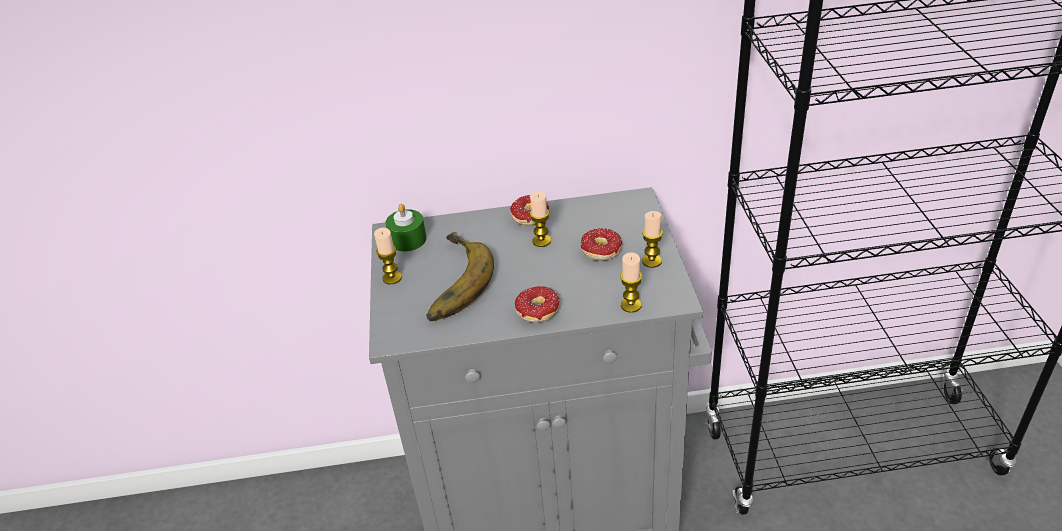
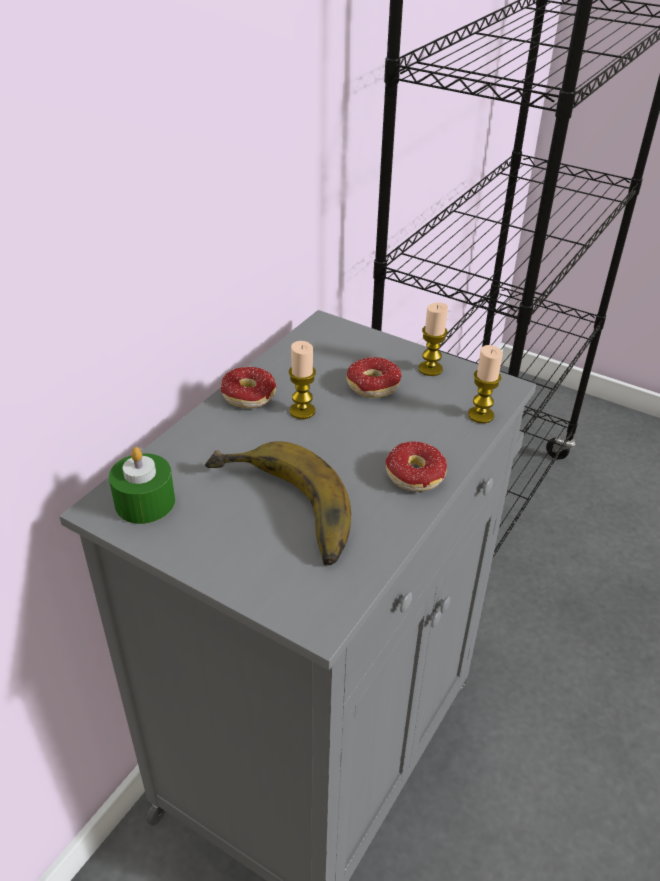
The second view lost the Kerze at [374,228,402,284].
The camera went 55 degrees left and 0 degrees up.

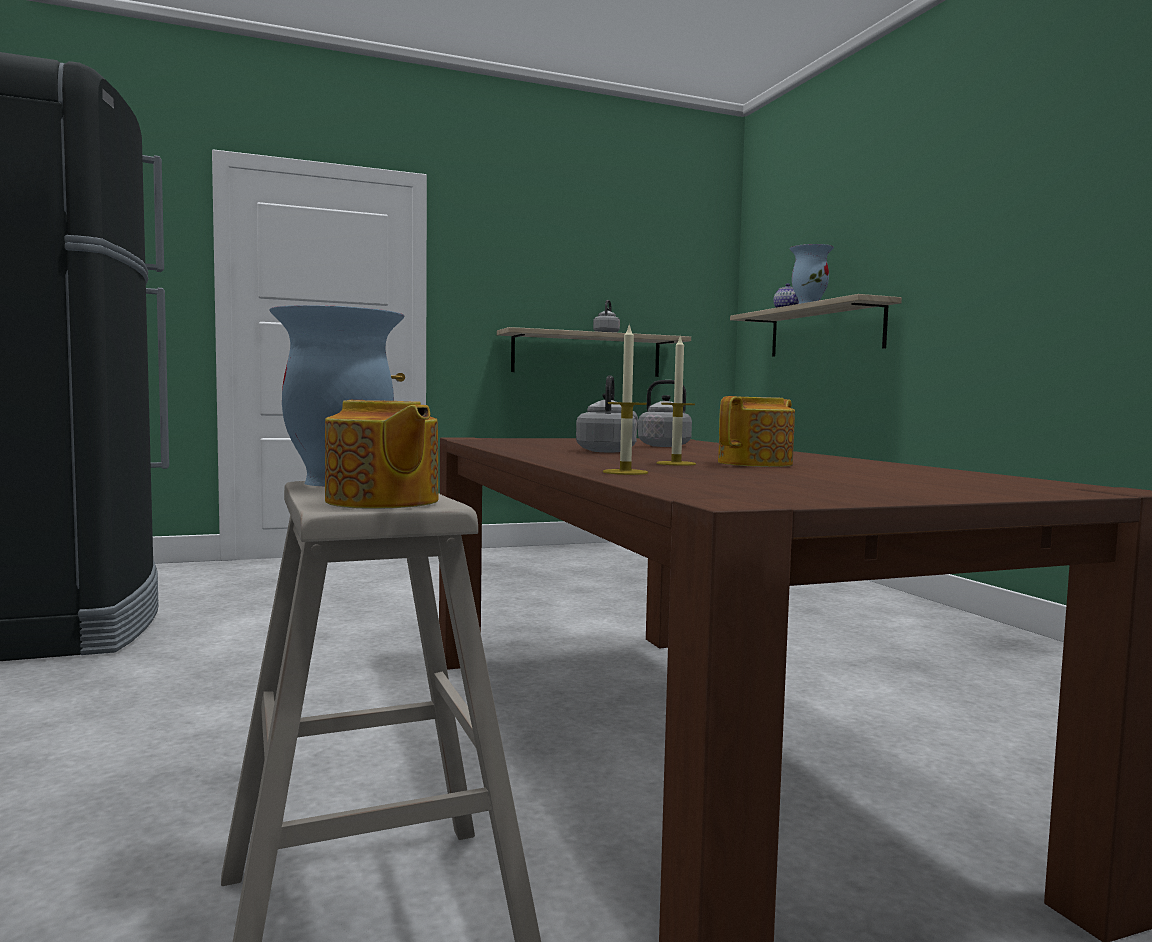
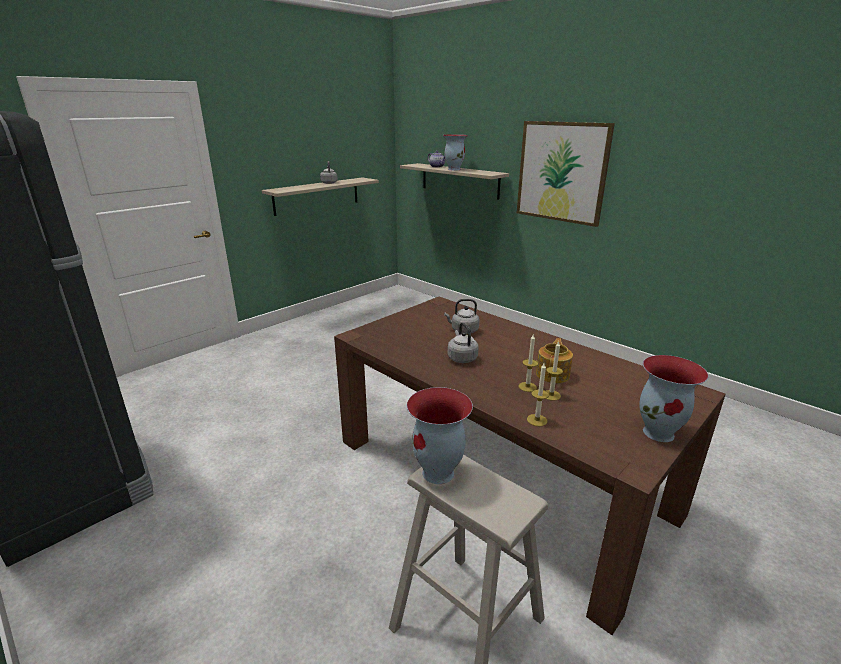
The second view lost the Teekanne at [325,400,439,509].
The second view gained the Bild at [517,121,615,227].
The second view gained the Kerze at [546,341,563,401].
The second view gained the Vase at [639,355,709,442].
The camera went 25 degrees left and 20 degrees up.

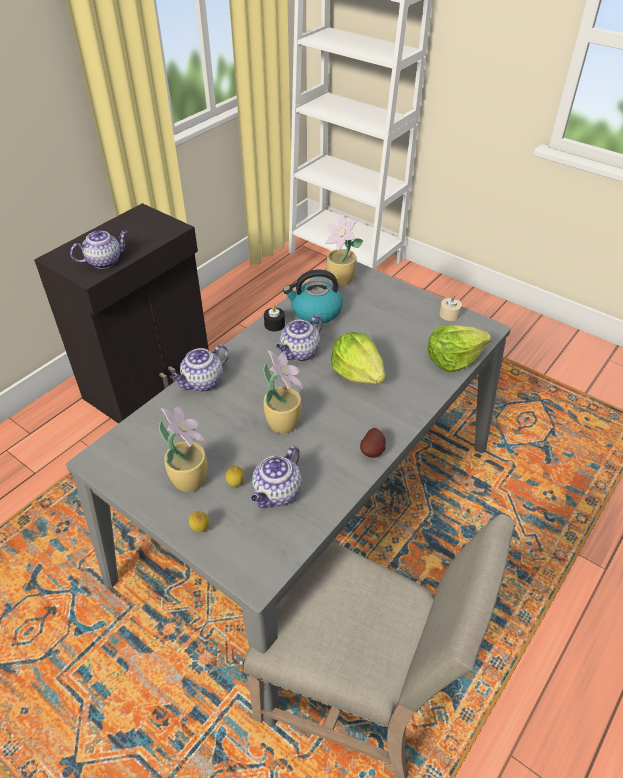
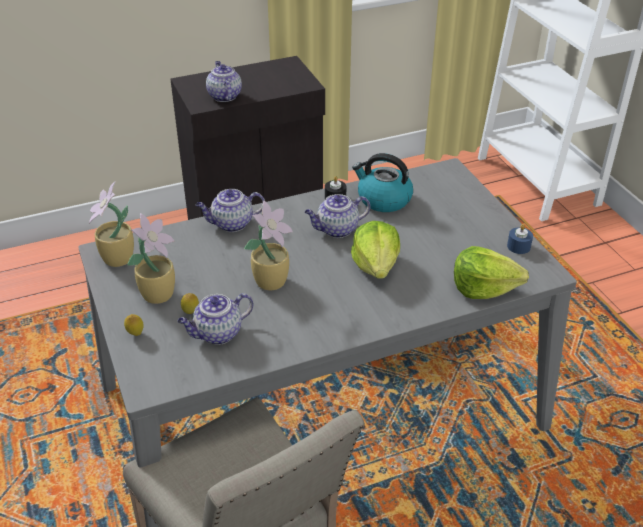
The second view lost the Kartoffel at [360,428,386,458].
The Topfpflanze ended up elsewhere, having gone from [325,213,363,286] to [89,181,134,267].
What was the Kerze (beige) at [439,295,462,321] turned into the Kerze (blau) at [507,224,533,254].
The Teekanne at [70,230,128,269] ended up facing another way, 105 degrees counterclockwise from before.
The camera went 30 degrees right and 5 degrees down.

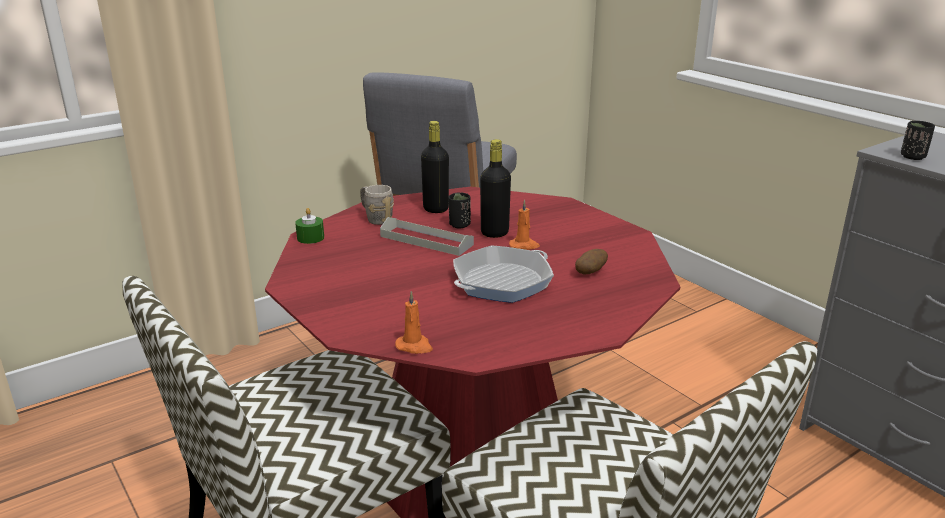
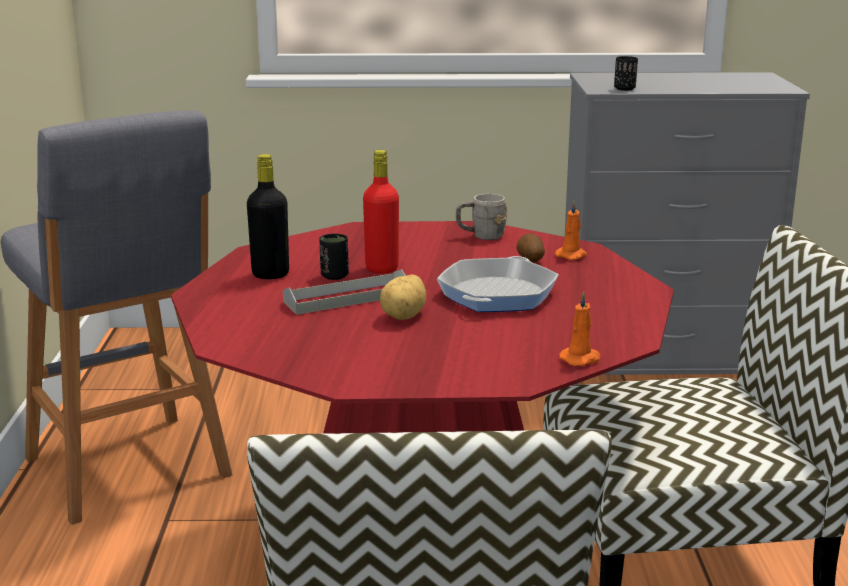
The second view lost the Kerze (grün) at [295,208,324,244].
The second view gained the Kartoffel at [380,275,426,320].
The Henkelbecher (grau) ended up elsewhere, having gone from [360,185,394,225] to [456,194,507,240].
The Kerze (orange) ended up elsewhere, having gone from [509,200,540,250] to [555,201,587,260].
What was the Flasche (schwarz) at [480,139,511,238] turned into the Flasche (rot) at [363,150,399,274].
The Pfanne at [453,245,554,303] ended up facing another way, 150 degrees counterclockwise from before.
The camera went 55 degrees left and 5 degrees down.

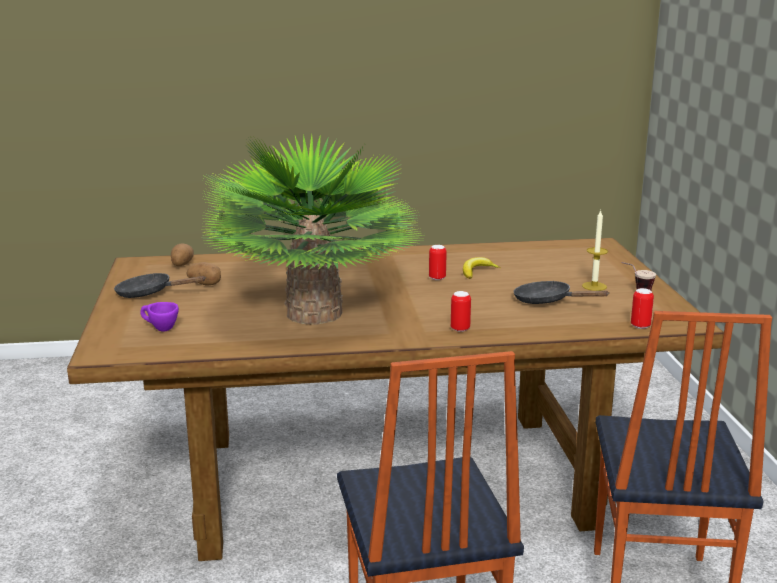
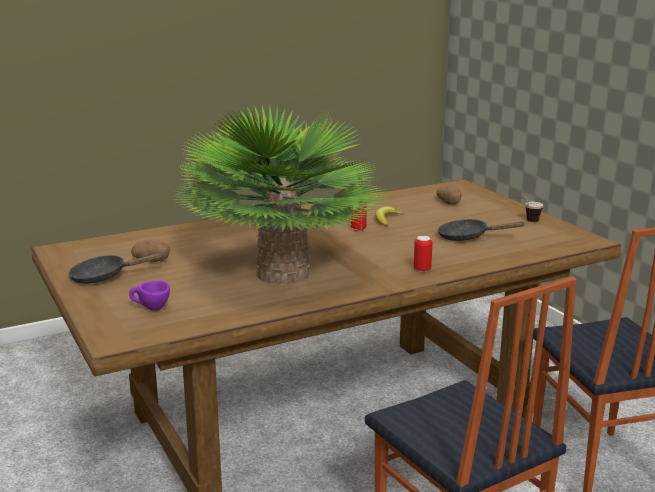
The second view lost the Kerze at [582,210,608,291].
The second view lost the Dose at [631,288,654,329].
The Kartoffel ended up elsewhere, having gone from [171,243,194,266] to [436,185,461,205].
The camera went 20 degrees left and 0 degrees up.

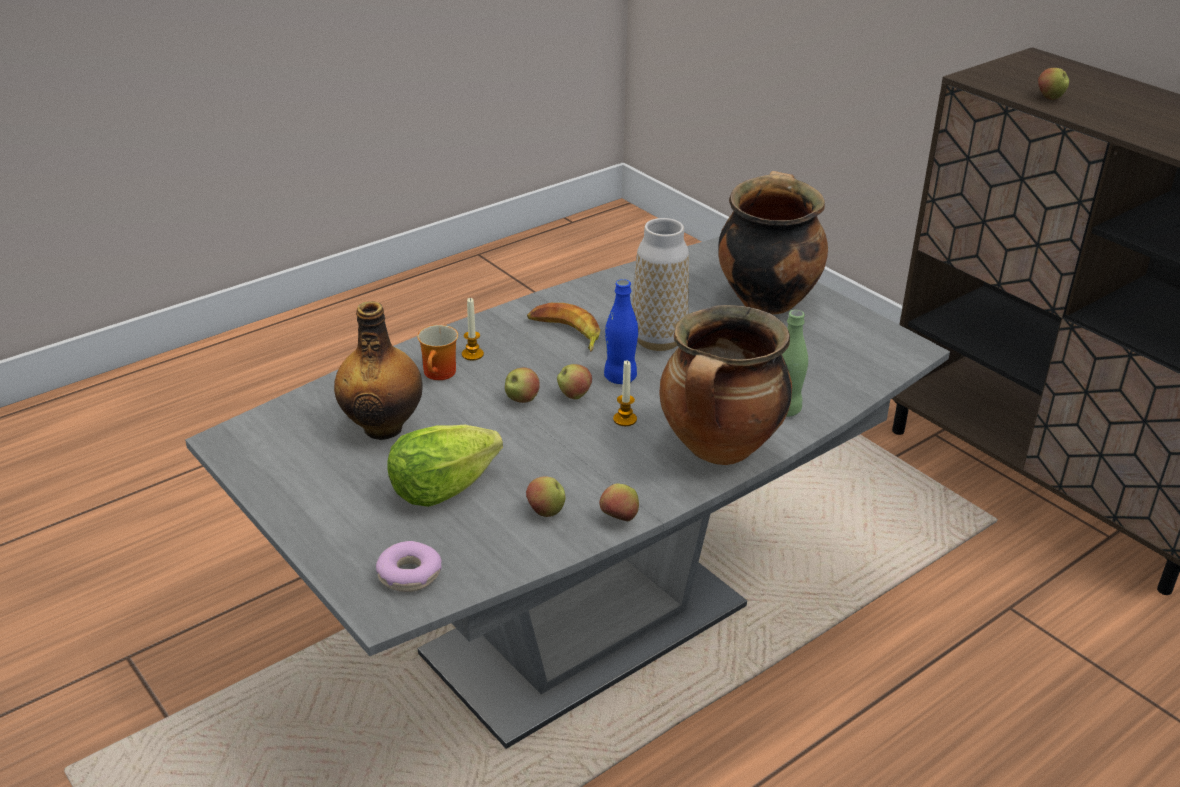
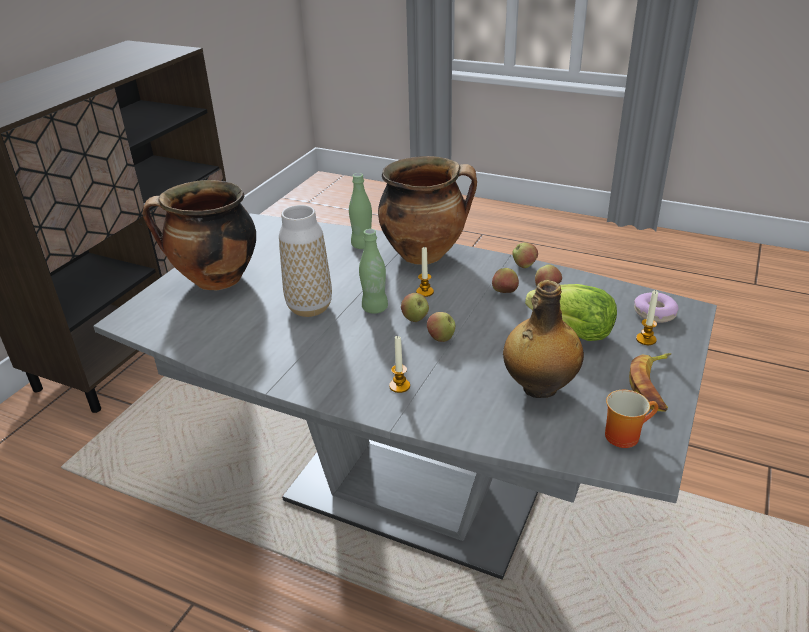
The second view gained the Kerze at [636,290,658,345].
The Henkelbecher ended up elsewhere, having gone from [417,325,458,380] to [605,390,658,448].
The Banane ended up elsewhere, having gone from [527,303,601,352] to [629,353,671,412].
The Apfel ended up elsewhere, having gone from [1038,68,1069,100] to [492,268,519,293].
What was the Flasche (blau) at [604,279,638,384] turned into the Flasche (grün) at [359,229,388,314].
The camera went 115 degrees left and 0 degrees up.

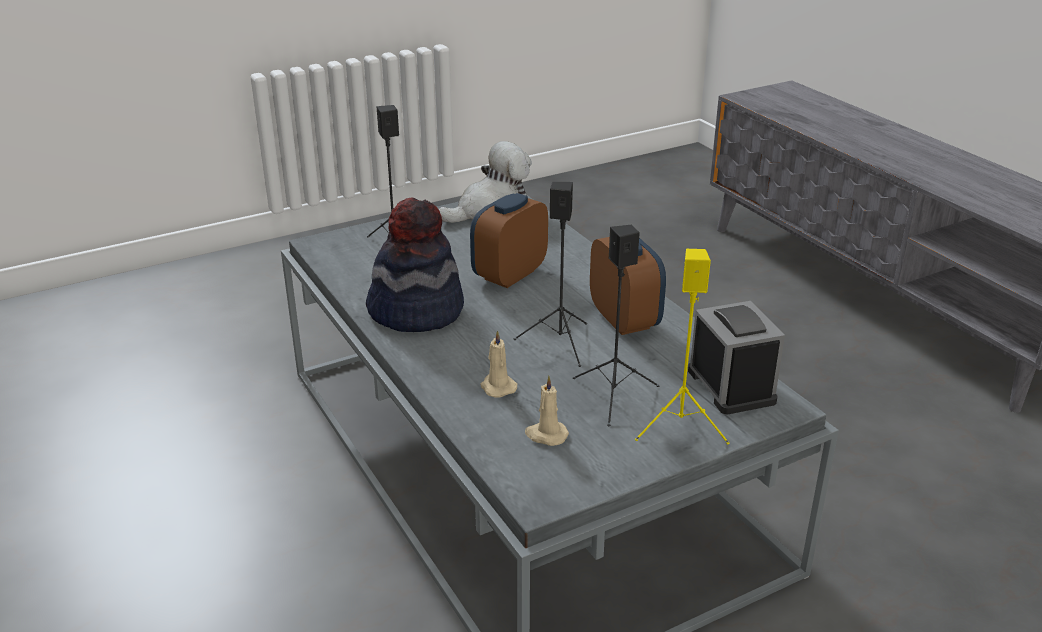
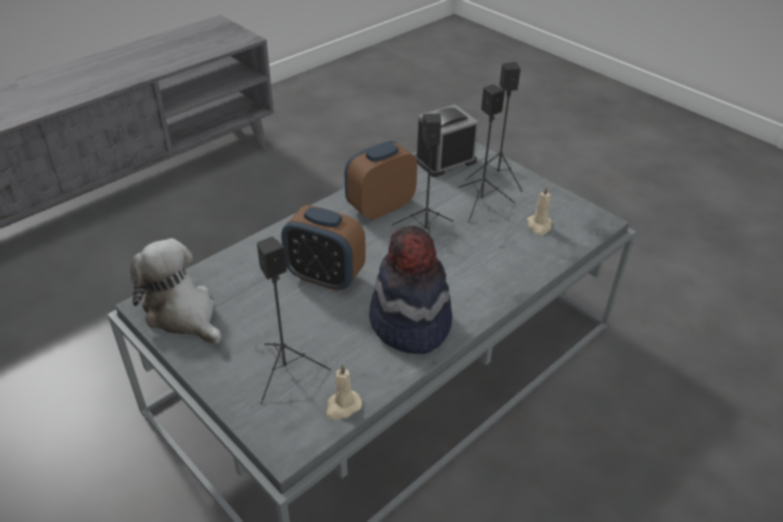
The Kerze (beige) ended up elsewhere, having gone from [480,330,517,398] to [326,364,362,419].
What was the Lautsprecher (gelb) at [635,249,729,444] turned into the Lautsprecher (schwarz) at [466,62,523,192].
The camera went 105 degrees left and 10 degrees up.

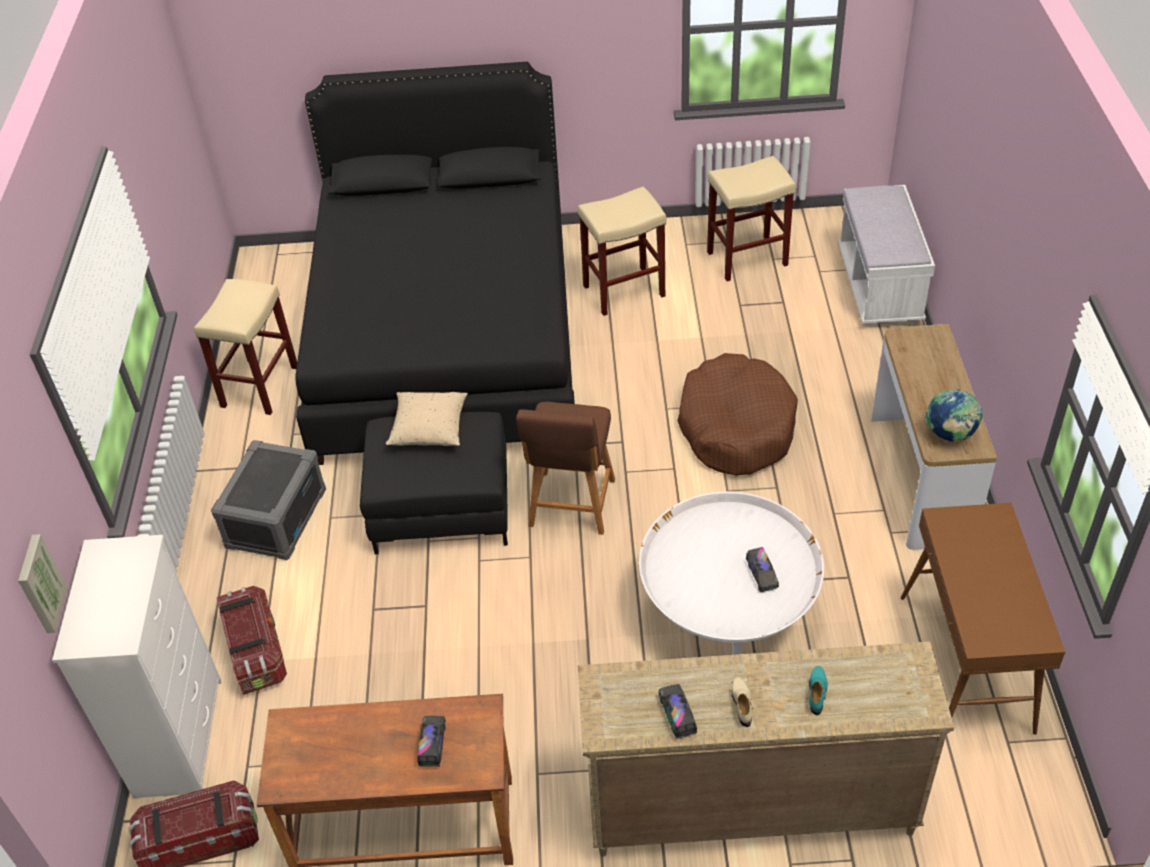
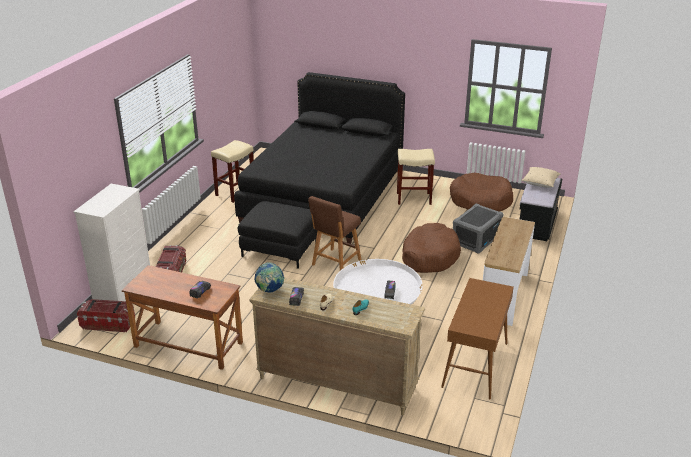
The second view lost the Bild at [18,534,68,633].
The Aufbewahrungsbox (grau) ended up elsewhere, having gone from [211,440,326,560] to [453,203,504,254].
The Kissen (beige) ended up elsewhere, having gone from [386,392,468,446] to [521,167,561,188].
The Globus ended up elsewhere, having gone from [925,389,982,442] to [254,263,285,293].
Where the Hocker (beige) stood at [707,156,796,281], the Hundebett (braun) came to stand at [450,173,513,212].
What was the Bank (weiß) at [838,185,935,325] turned into the Bank (schwarz) at [520,178,562,241].
The camera went 20 degrees right and 15 degrees down.

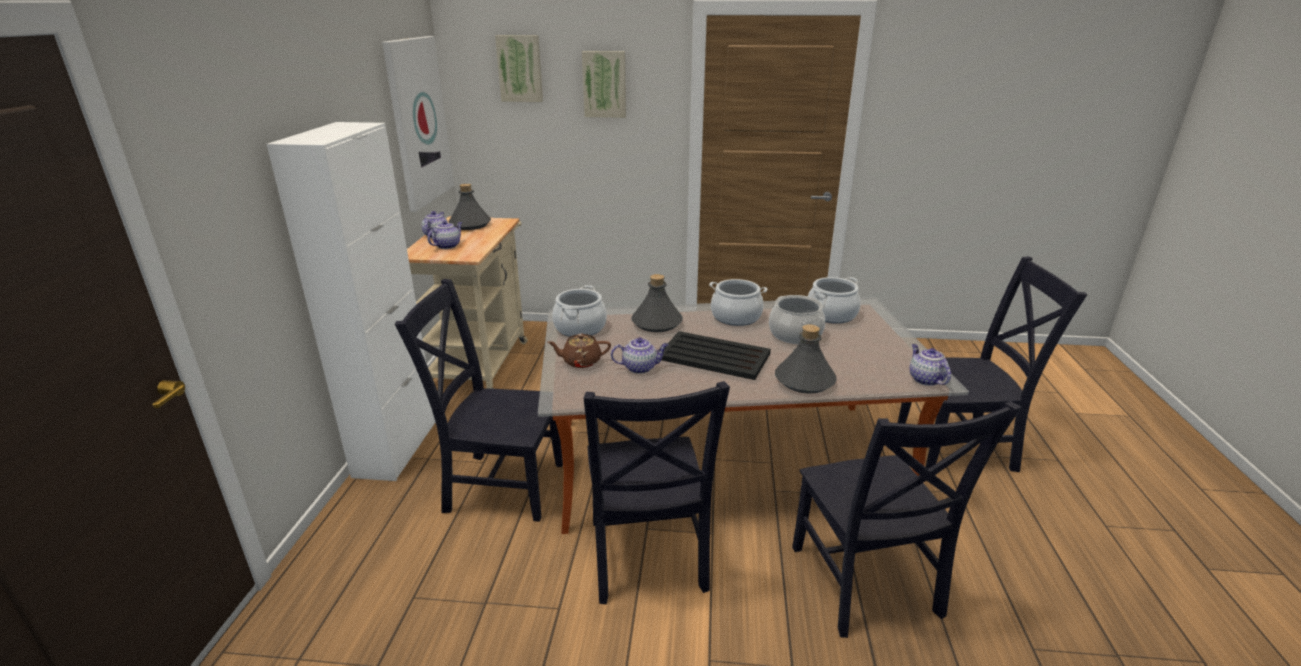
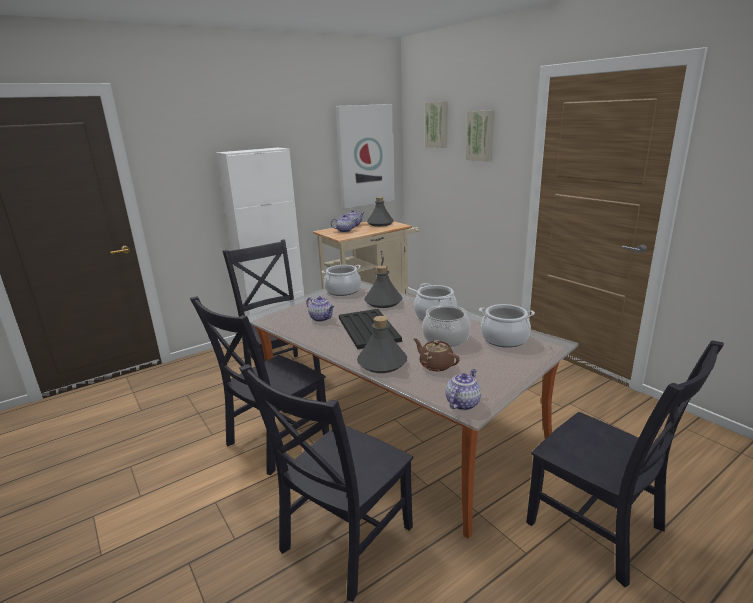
The Teekanne (braun) ended up elsewhere, having gone from [547,333,611,368] to [413,338,460,371].
The camera went 50 degrees right and 5 degrees down.

